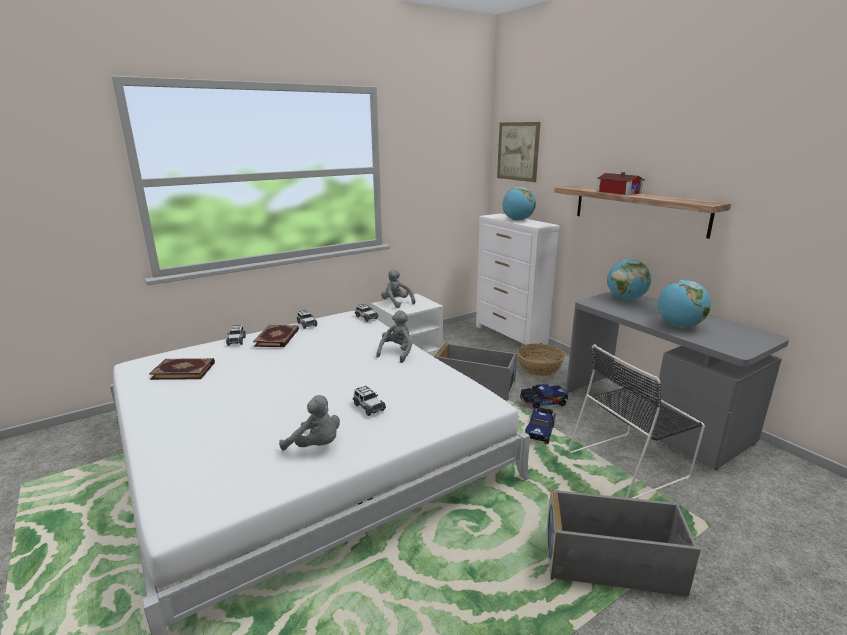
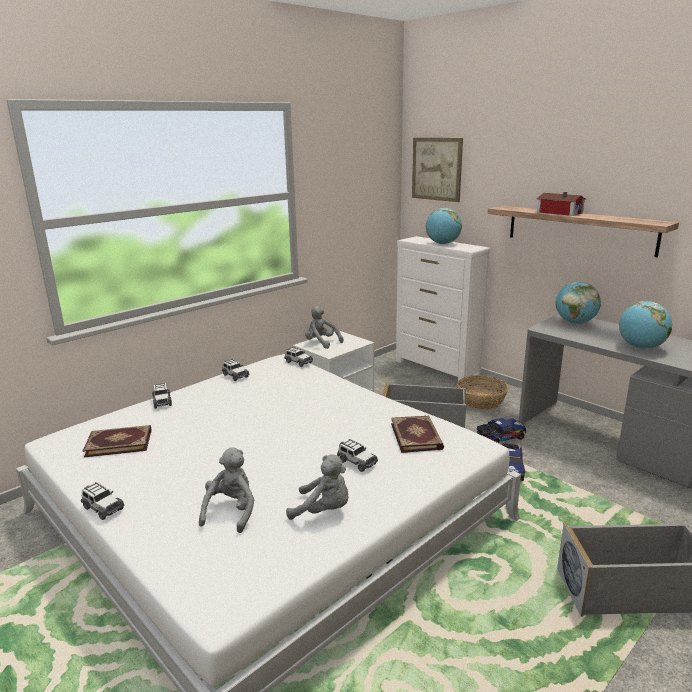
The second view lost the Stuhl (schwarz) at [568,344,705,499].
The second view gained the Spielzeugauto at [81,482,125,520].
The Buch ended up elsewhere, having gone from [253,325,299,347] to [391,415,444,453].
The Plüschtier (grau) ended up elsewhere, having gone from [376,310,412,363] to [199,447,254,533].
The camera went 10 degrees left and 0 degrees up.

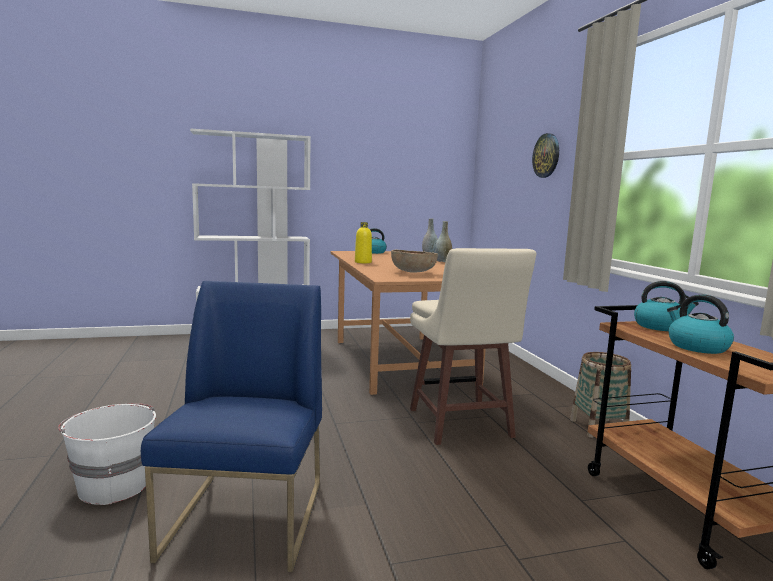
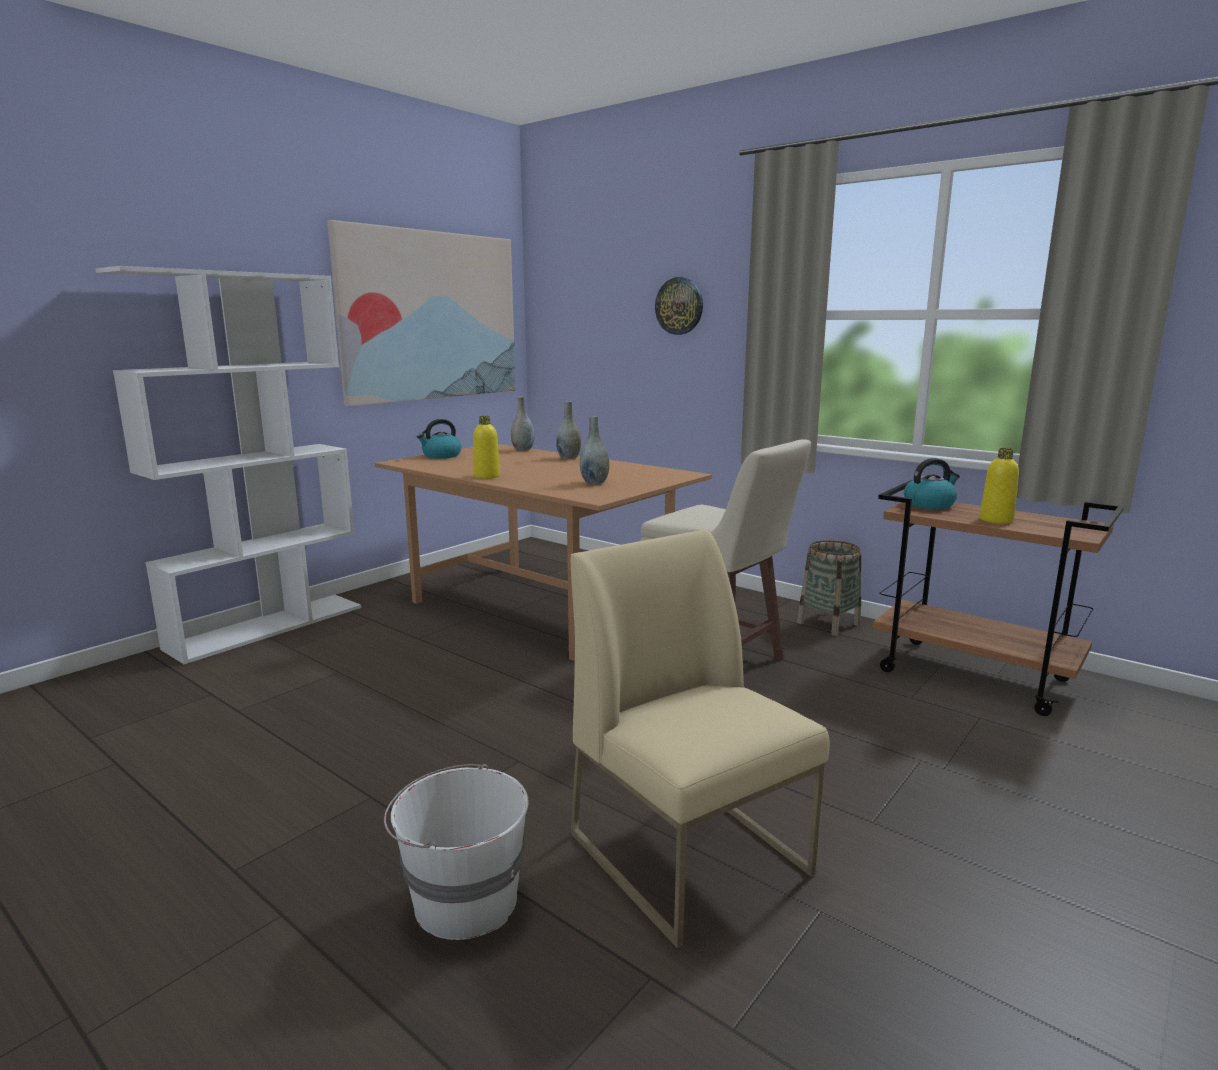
The second view gained the Bild at [327,220,516,406].
Where the Schüssel (braun) stood at [391,250,438,273], the Vase (grau) came to stand at [580,416,609,484].
Where the Wasserkessel stood at [667,294,734,354], the Flasche (gelb) came to stand at [980,448,1019,524].
What was the Stuhl (blau) at [141,281,322,572] turned into the Stuhl (beige) at [571,529,829,948].
The camera went 35 degrees left and 5 degrees up.

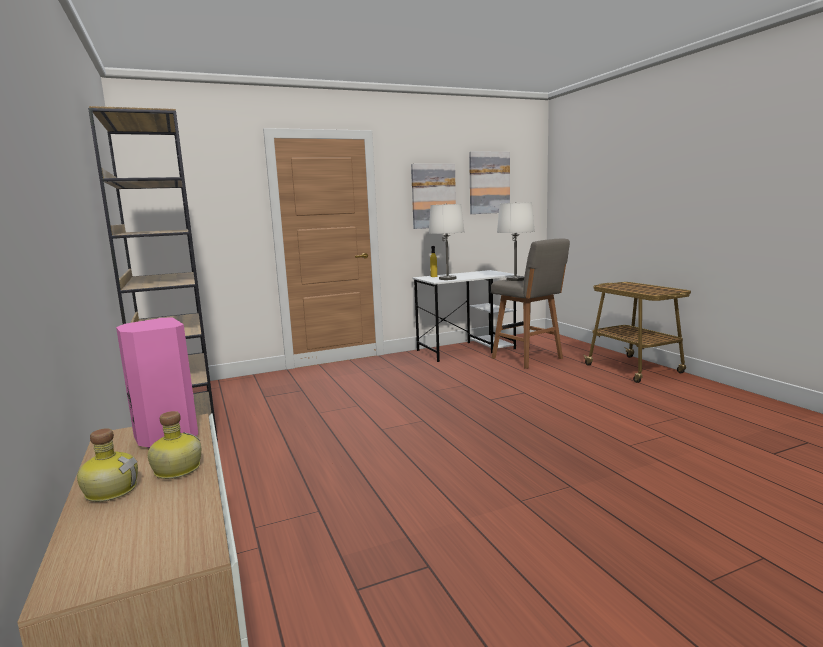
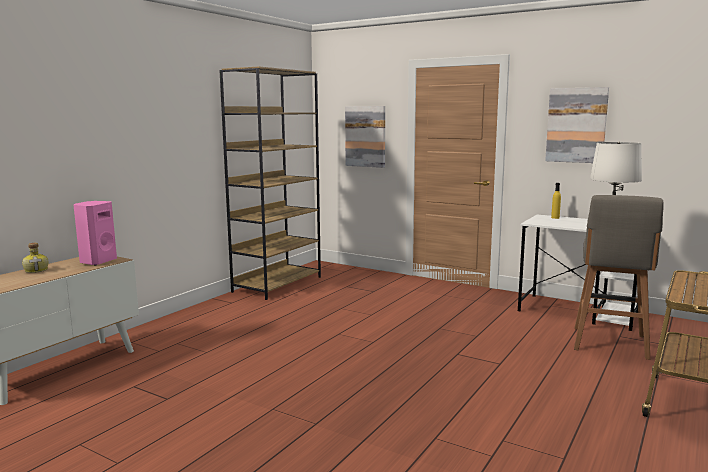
The second view lost the Flasche at [148,411,201,479].
The second view lost the Tischlampe (weiß) at [429,204,464,280].
The Bild ended up elsewhere, having gone from [469,152,510,214] to [345,106,385,168].
The camera went 55 degrees right and 0 degrees up.

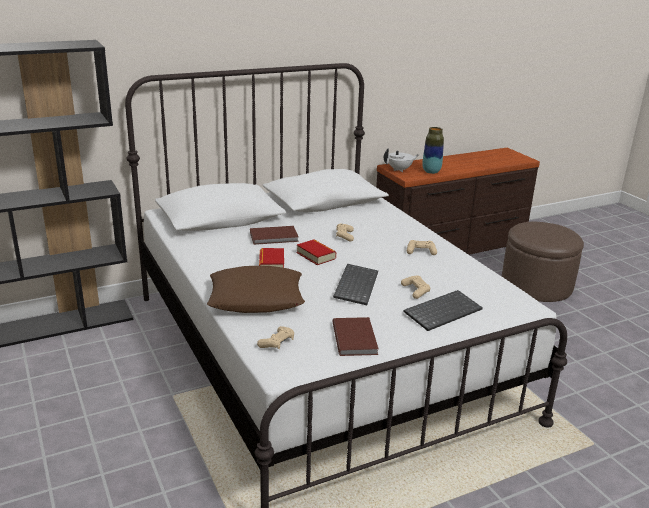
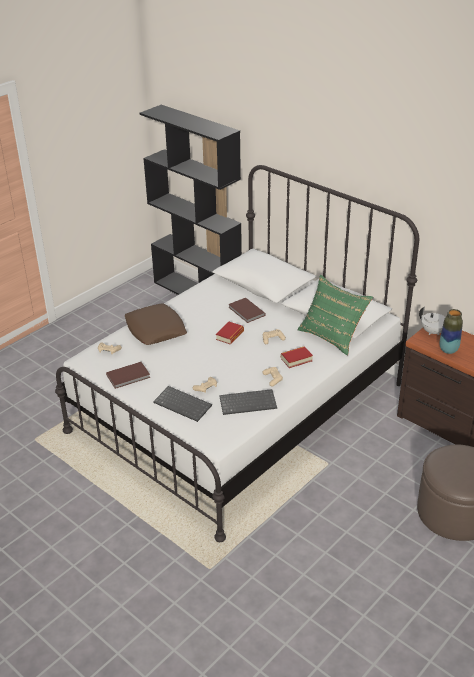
The second view gained the Kissen (grün) at [298,275,373,356].
The Buch ended up elsewhere, having gone from [259,248,284,268] to [281,346,313,368].
The Tastatur ended up elsewhere, having gone from [333,264,378,305] to [219,389,277,415].
The camera went 70 degrees right and 10 degrees up.

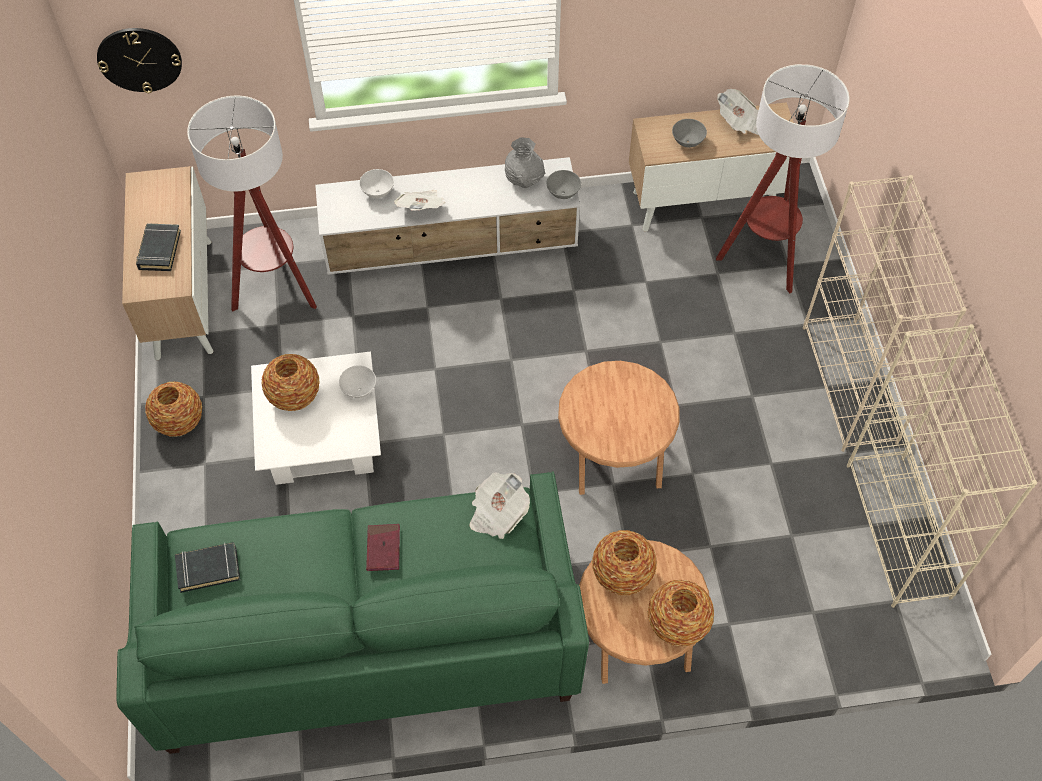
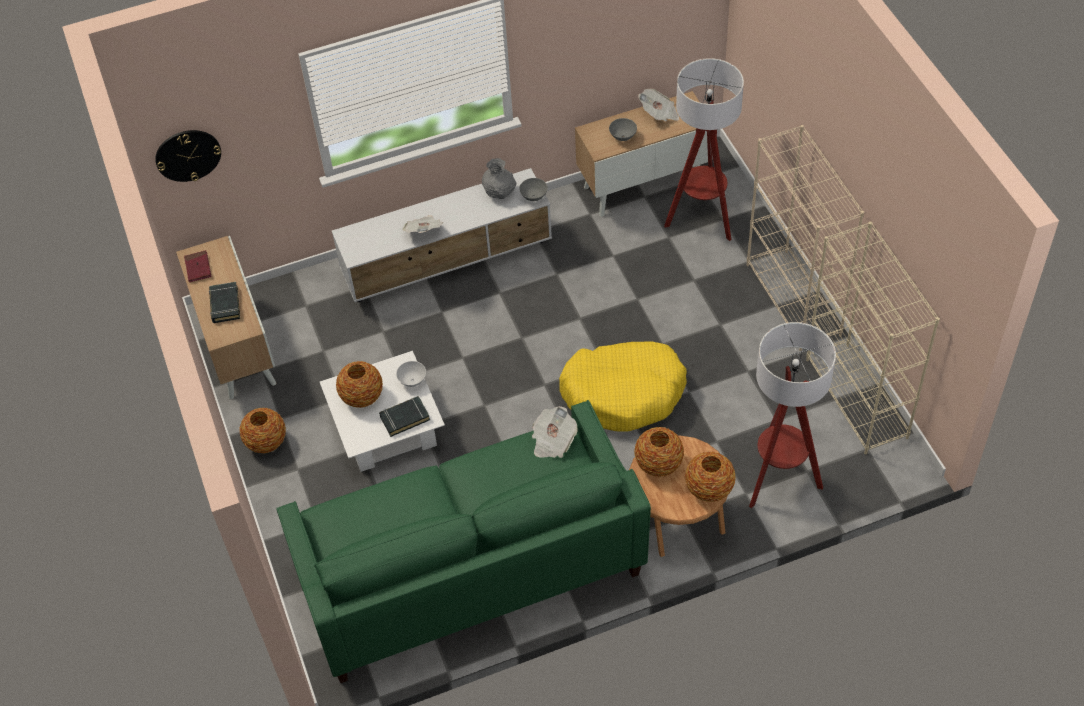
The second view lost the Schüssel (weiß) at [359,169,394,198].
The Buch (schwarz) ended up elsewhere, having gone from [175,542,240,593] to [379,396,430,437].
The Stehlampe ended up elsewhere, having gone from [187,96,317,311] to [749,322,836,508].
The Buch (rot) ended up elsewhere, having gone from [366,524,400,571] to [184,250,212,282].
Where the Beistelltisch (braun) stood at [558,361,679,495], the Hundebett (gelb) came to stand at [559,341,687,432].
The camera went 10 degrees left and 5 degrees down.

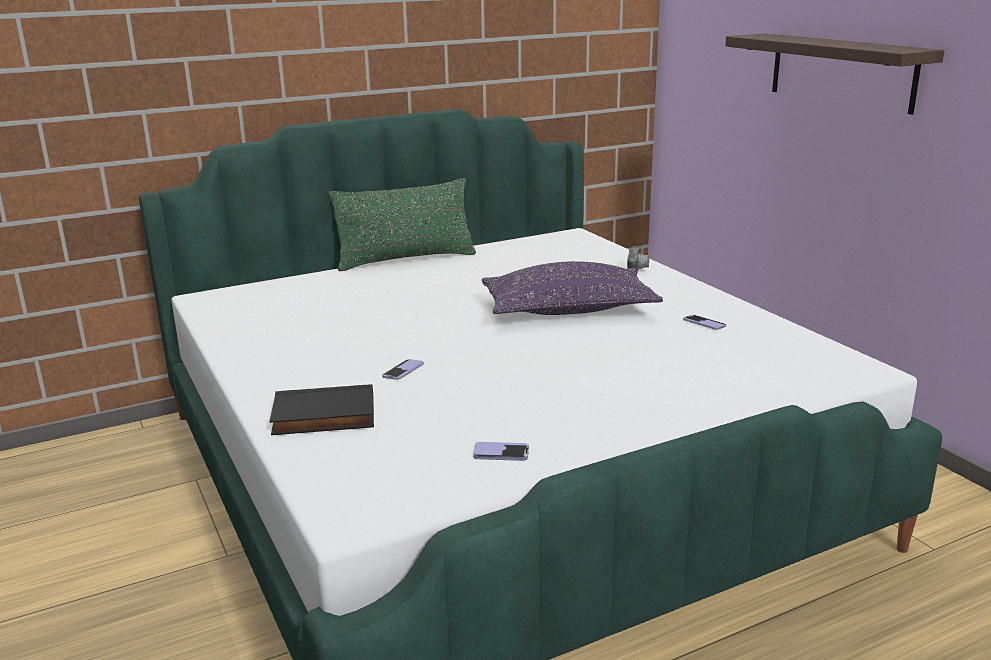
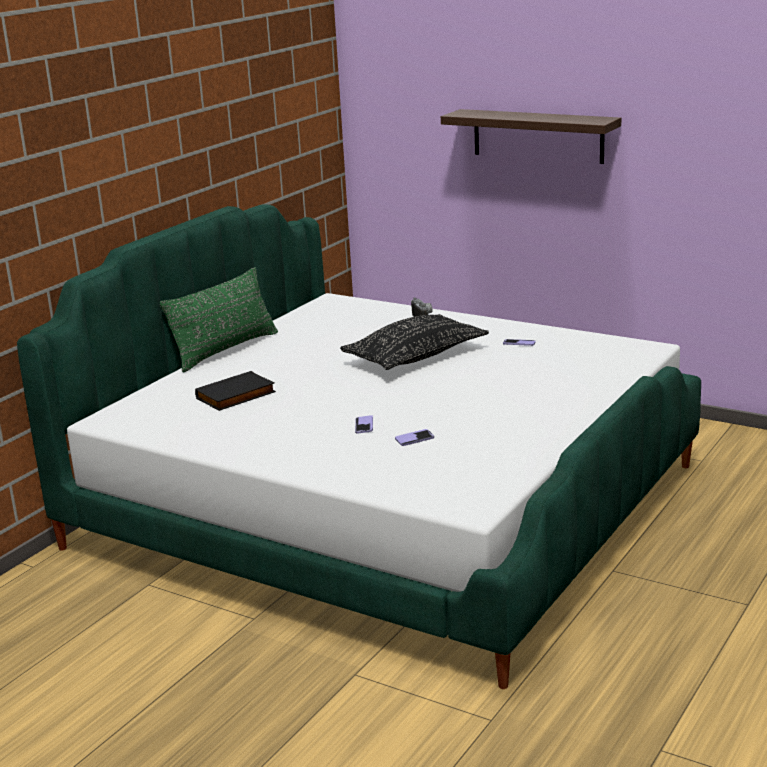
The Buch (schwarz) ended up elsewhere, having gone from [269,384,374,435] to [195,371,276,411].
The Handy ended up elsewhere, having gone from [473,442,529,461] to [395,429,434,446].
What was the Kissen (lila) at [482,261,663,315] turned into the Kissen (schwarz) at [340,314,489,370].
The camera went 30 degrees left and 0 degrees up.

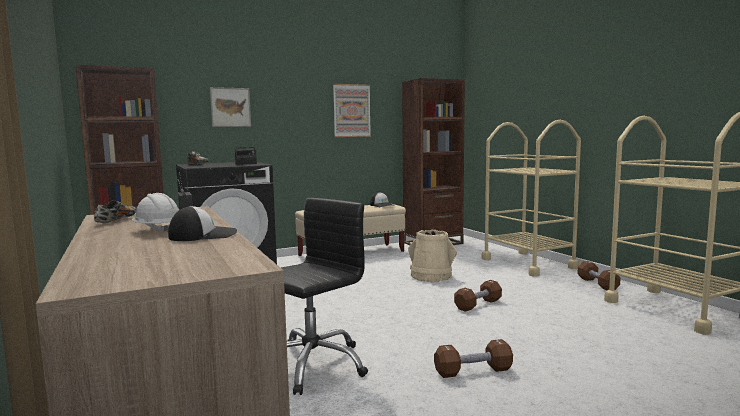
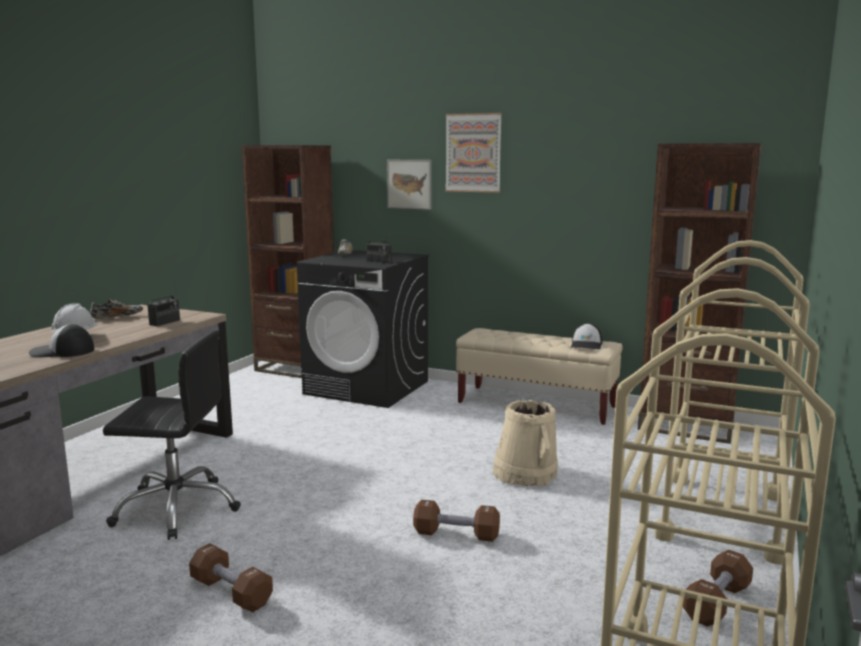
The Bild ended up elsewhere, having gone from [333,84,371,137] to [445,113,502,193].
The Kappe at [168,206,237,241] ended up facing another way, 150 degrees clockwise from before.
The camera went 50 degrees right and 5 degrees up.

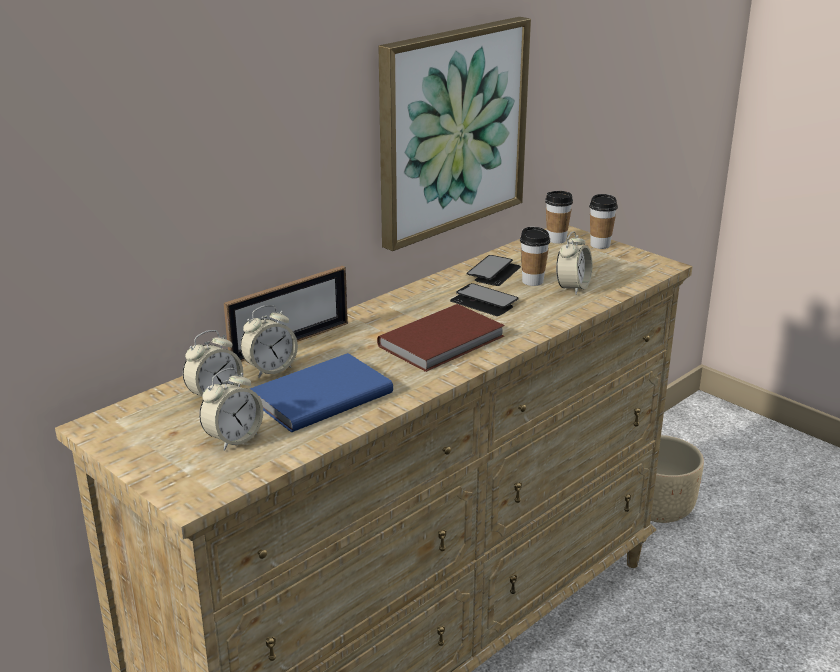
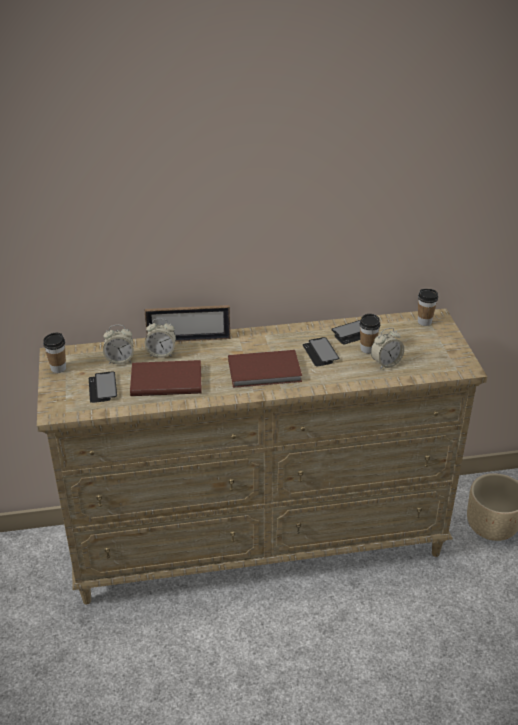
The second view lost the Bild at [378,17,531,251].
The Tasse ended up elsewhere, having gone from [589,194,618,249] to [43,333,66,373].
Where the Wecker stood at [199,368,263,451], the Handy came to stand at [89,372,117,403].
What was the Buch (blau) at [250,353,393,432] turned into the Buch (braun) at [130,360,202,396].
The camera went 35 degrees right and 10 degrees up.

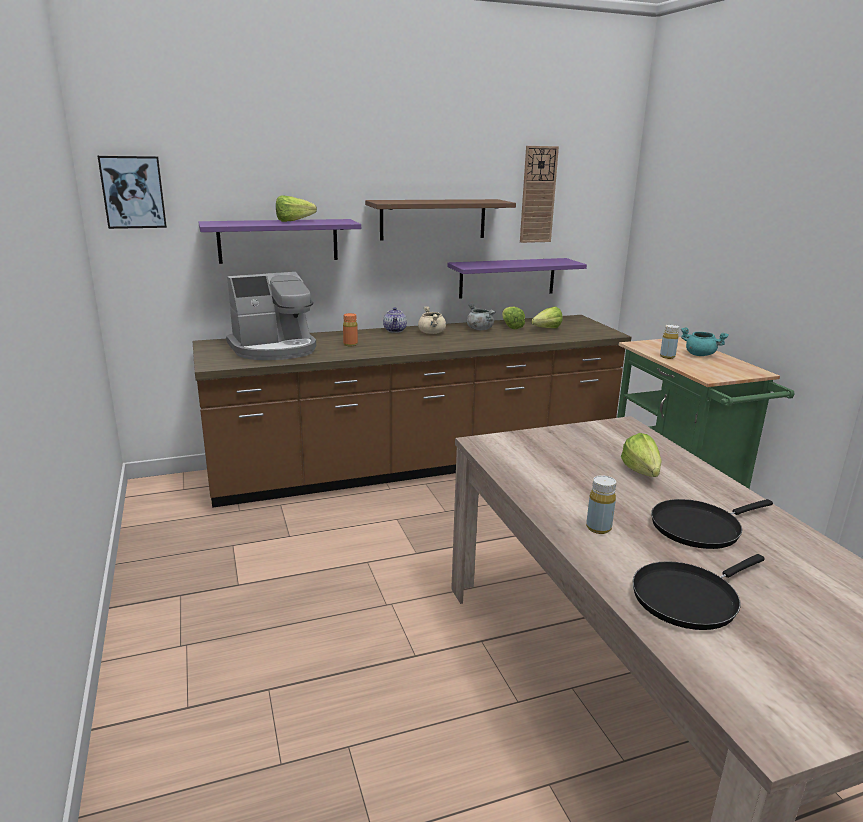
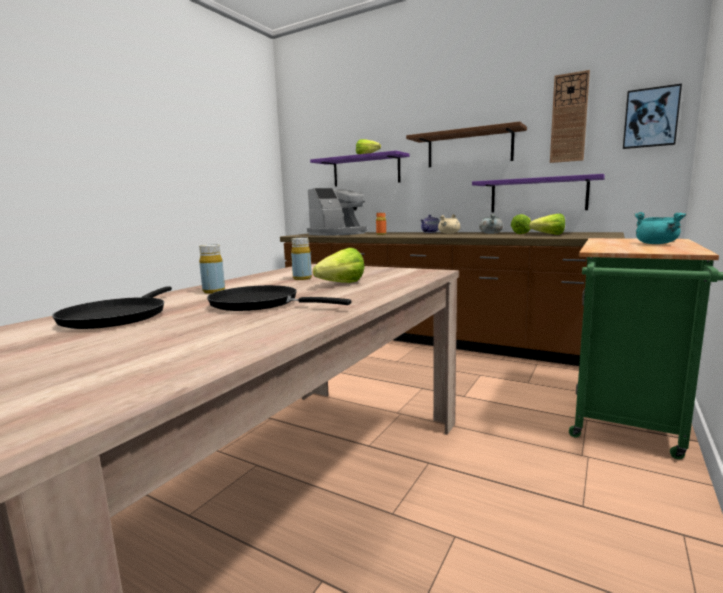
The Bild ended up elsewhere, having gone from [98,156,167,229] to [623,83,682,149].
The Flasche (gelb) ended up elsewhere, having gone from [660,324,679,359] to [291,238,312,280].
The Kaffeemaschine at [226,272,316,360] ended up facing another way, 60 degrees counterclockwise from before.
The Pfanne (schwarz) at [633,554,765,630] ended up facing another way, 105 degrees counterclockwise from before.
The camera went 50 degrees right and 10 degrees down.

